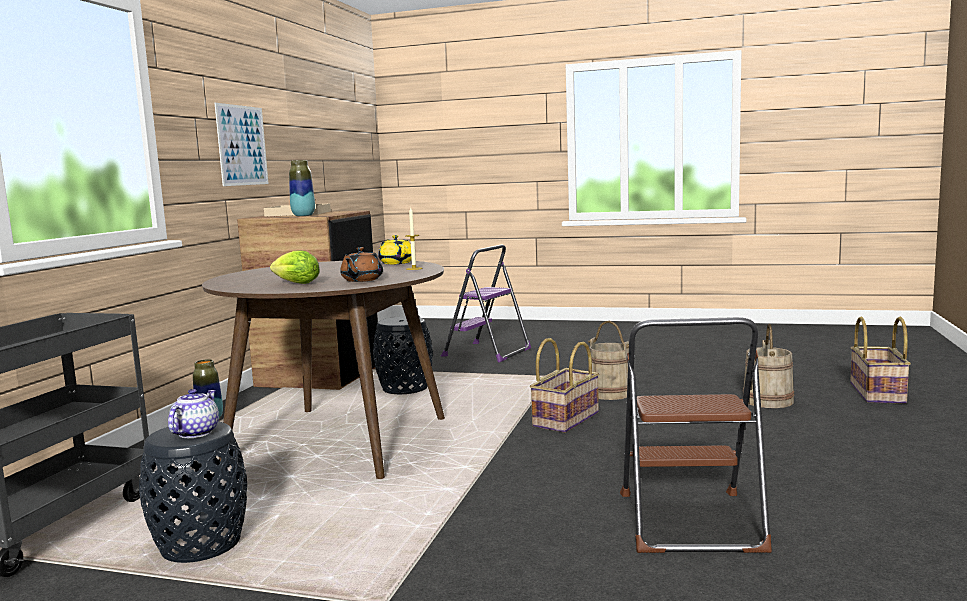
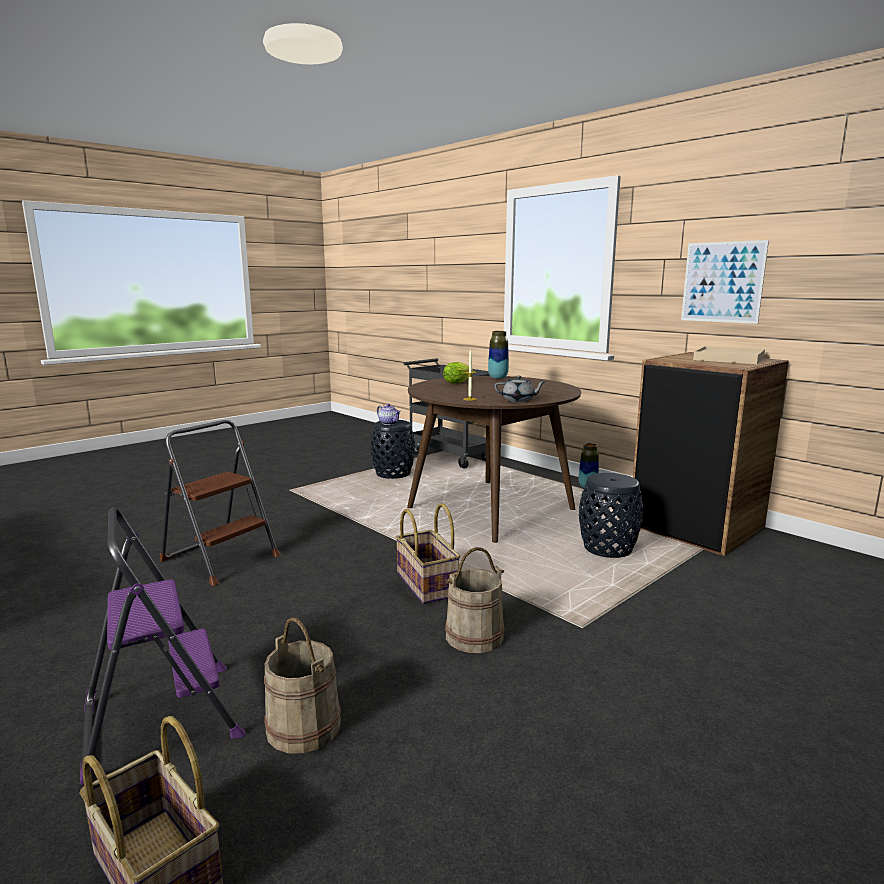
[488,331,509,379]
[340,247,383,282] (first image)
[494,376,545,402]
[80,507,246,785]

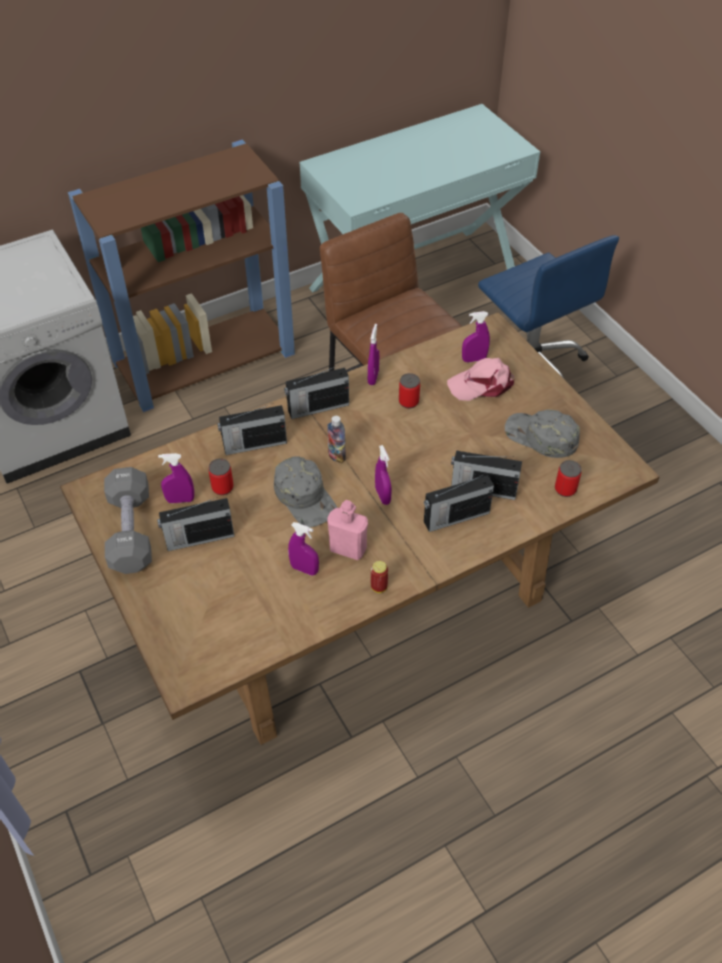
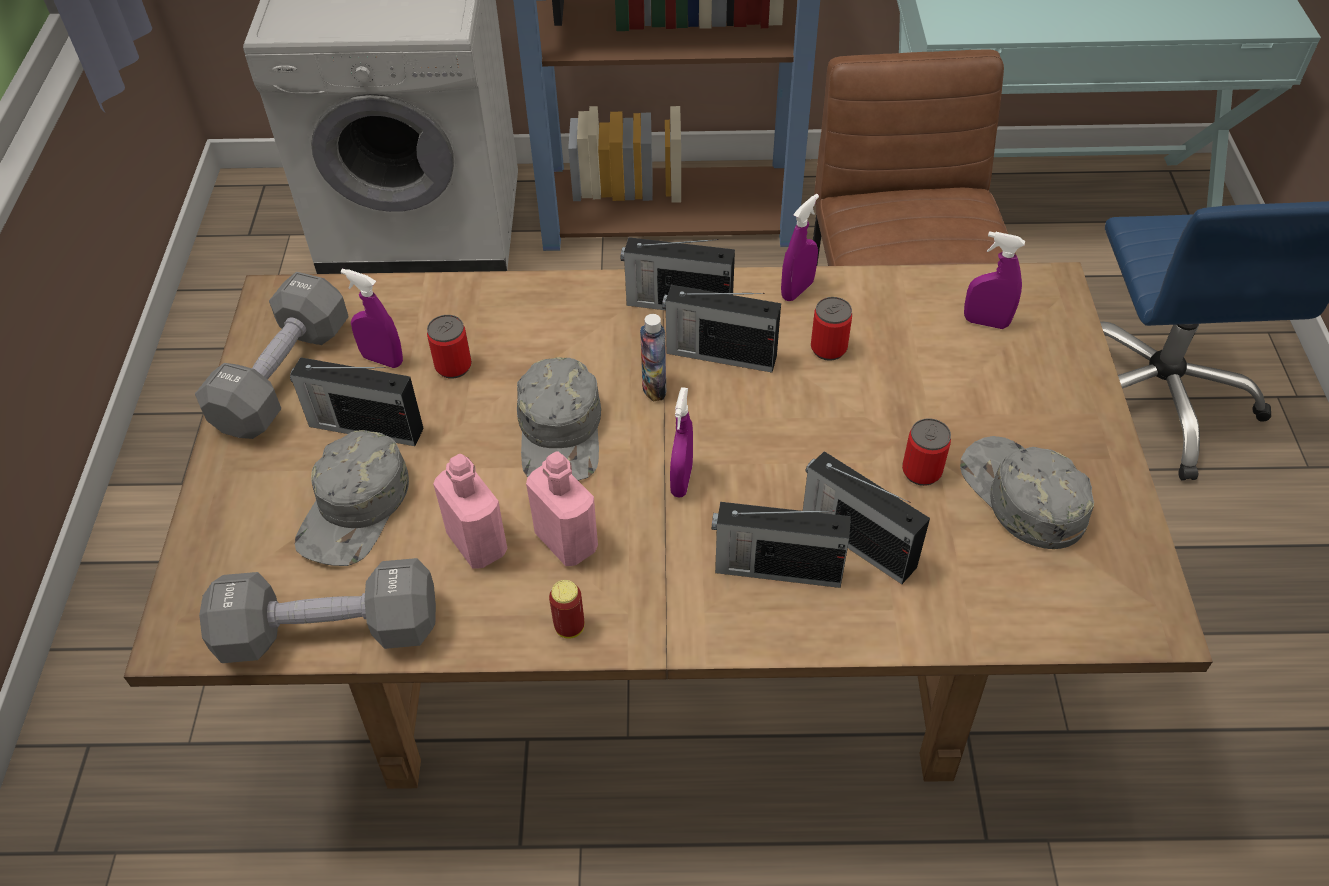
[662,285,781,372]
[433,454,508,569]
[447,358,514,401] (first image)
[902,418,951,486]
[199,558,436,663]
[295,430,409,566]

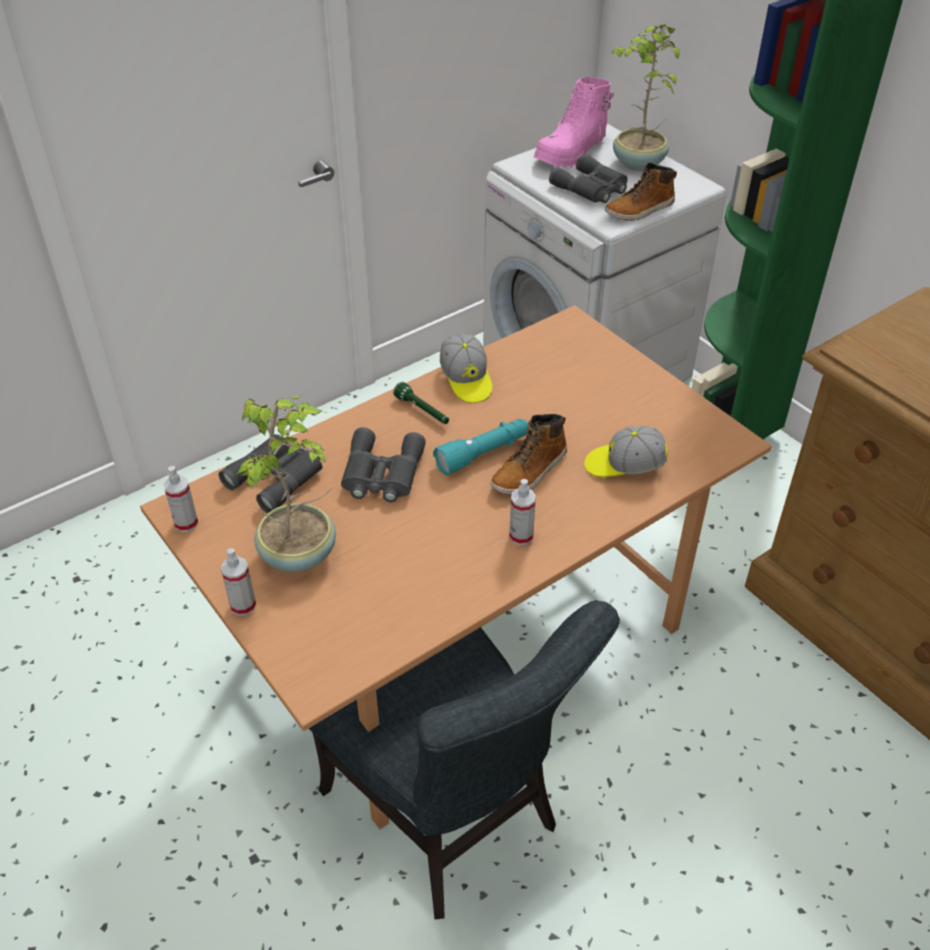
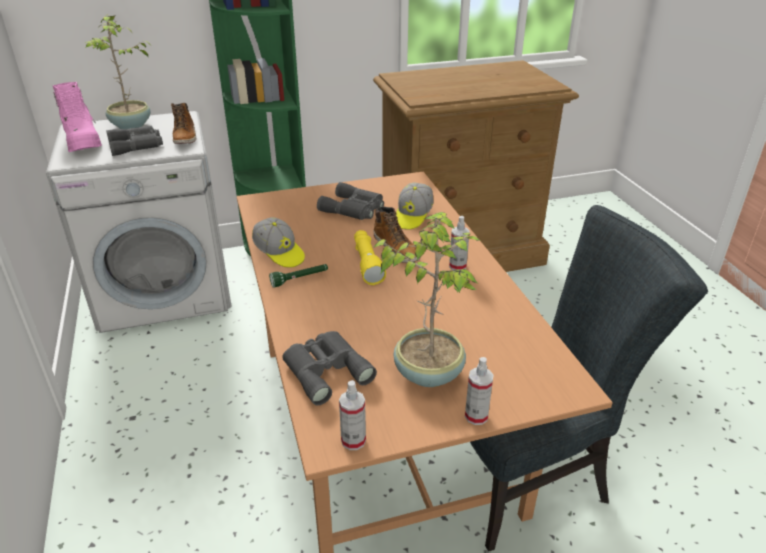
[317,182,384,220]
[354,230,386,285]
[252,217,305,268]

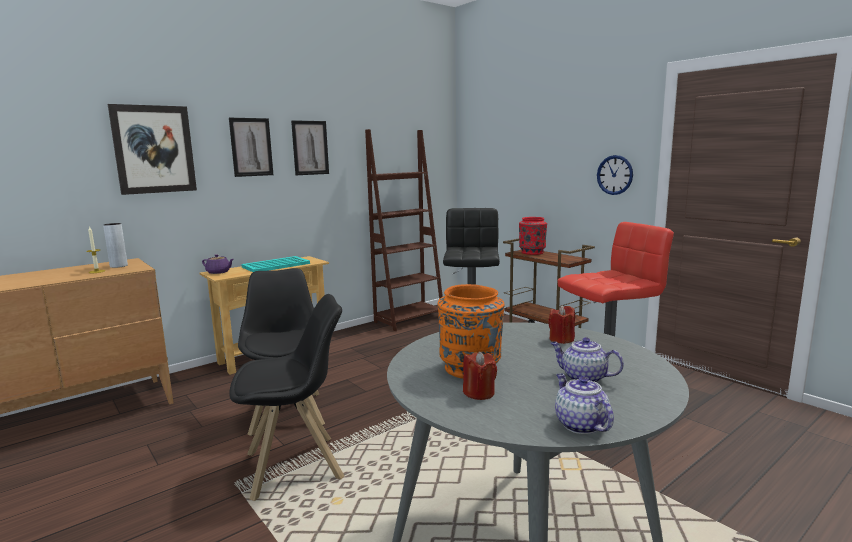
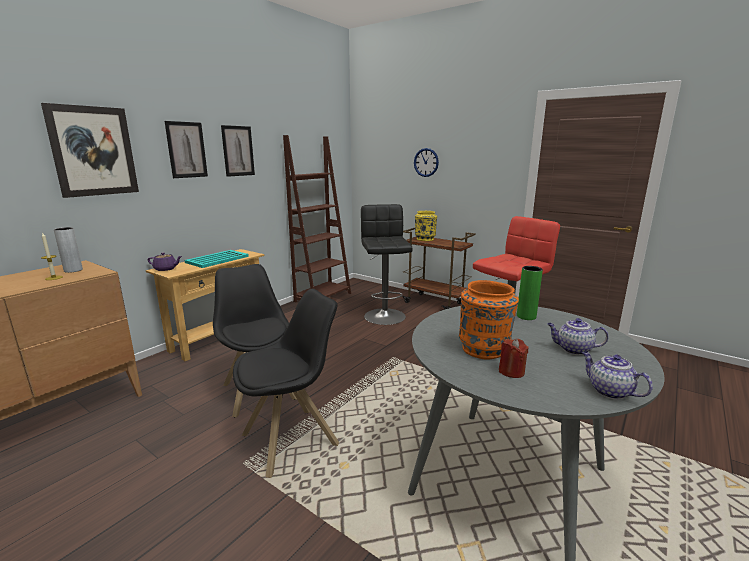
[415,211,437,241]
[517,266,543,320]
[414,148,439,177]

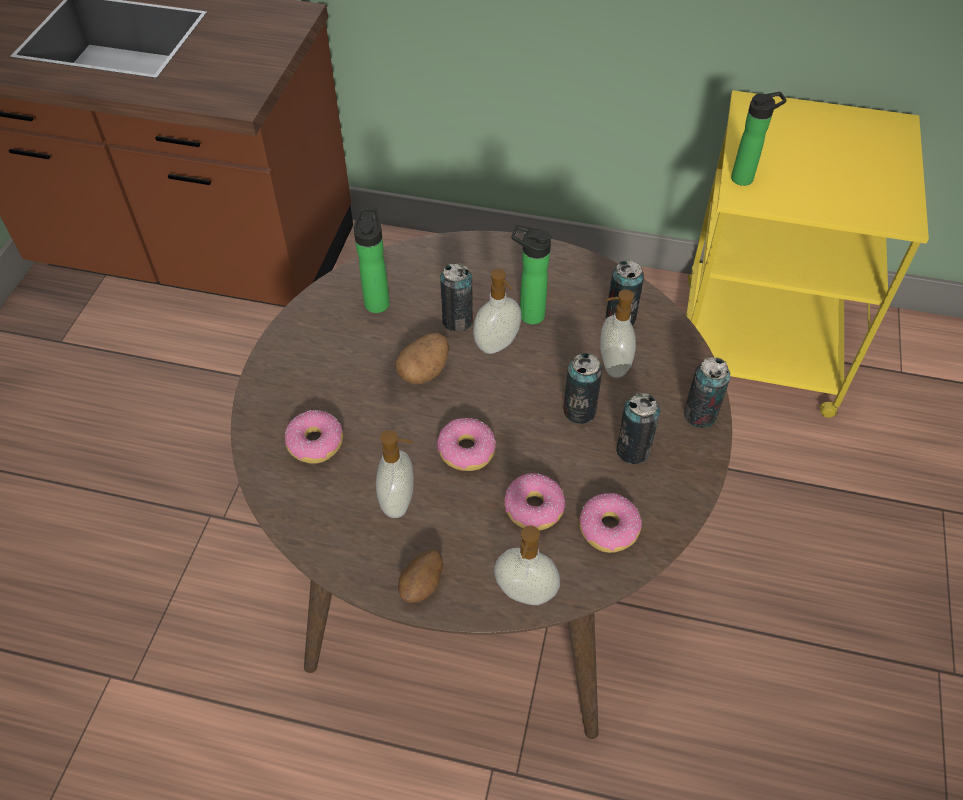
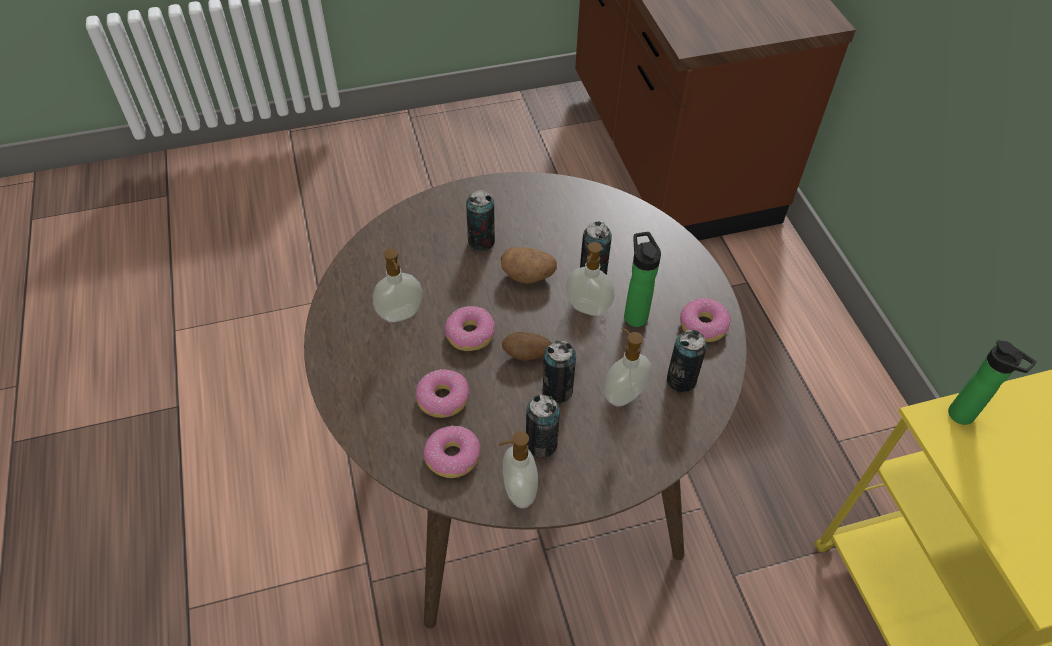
[680,298,731,342]
[354,207,390,313] (first image)
[502,332,552,361]
[499,431,538,508]
[466,190,495,251]

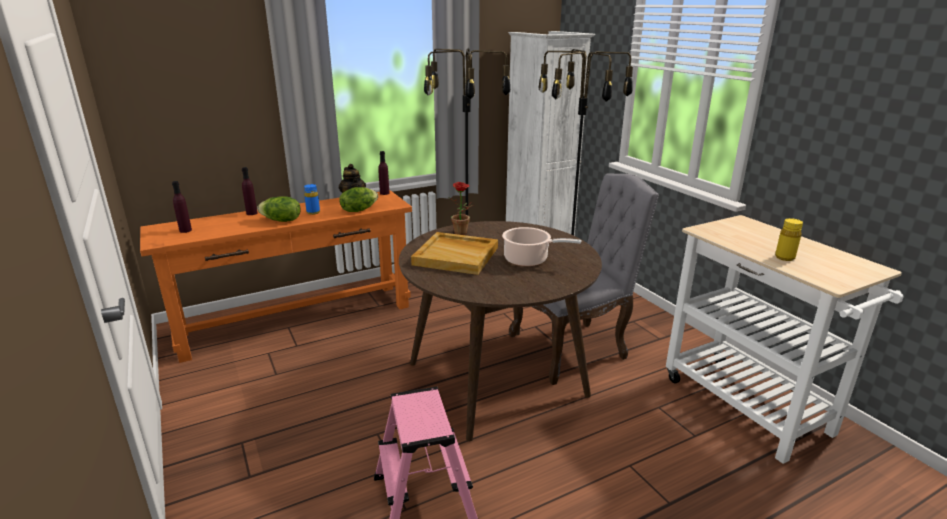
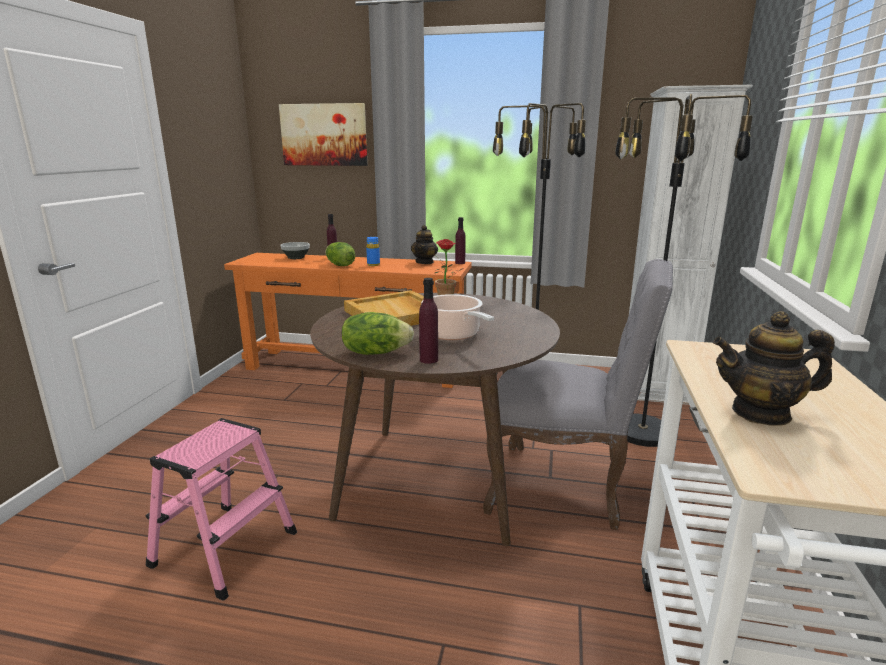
[419,278,438,364]
[342,312,414,355]
[713,311,835,426]
[279,103,368,166]
[281,242,310,259]

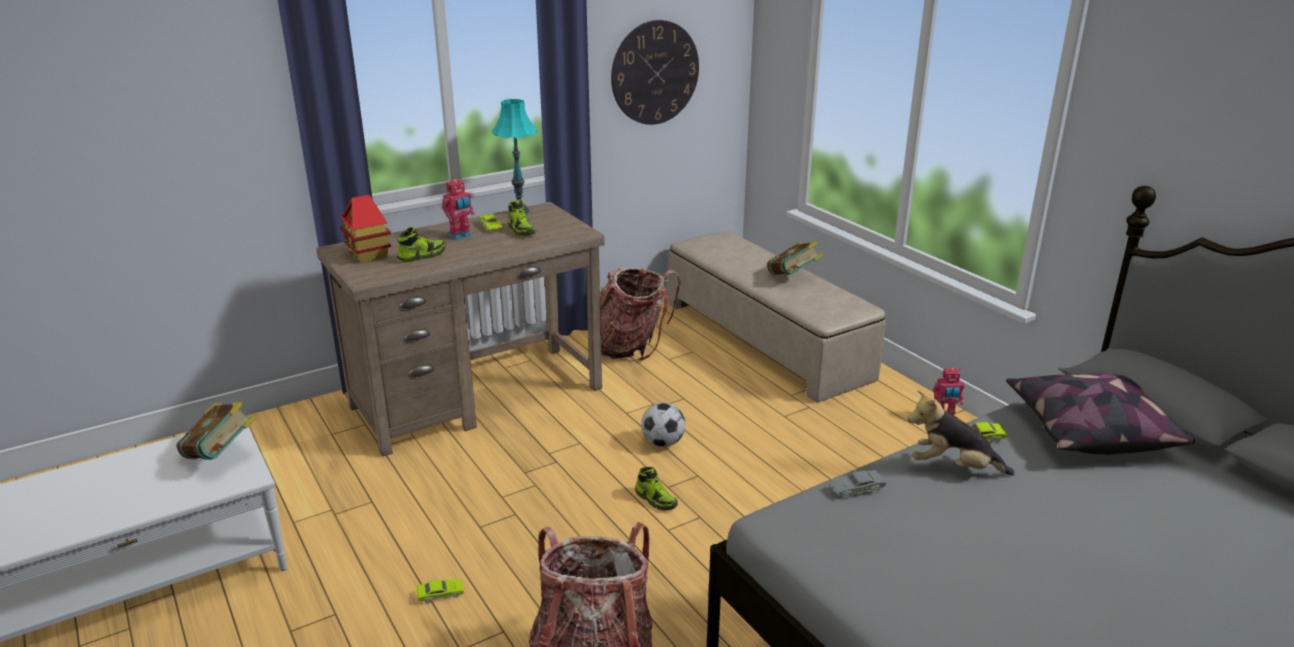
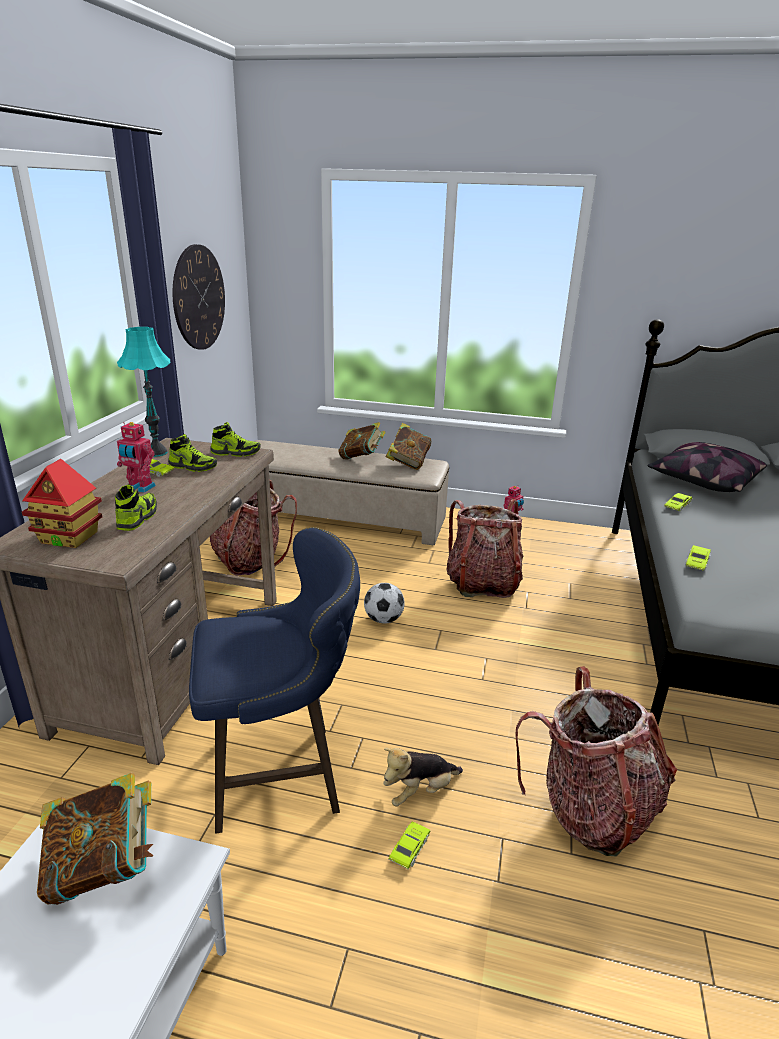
[117,422,156,493]
[210,422,261,457]
[685,545,711,571]
[384,748,463,806]
[189,527,360,834]
[386,423,431,470]
[447,499,523,598]

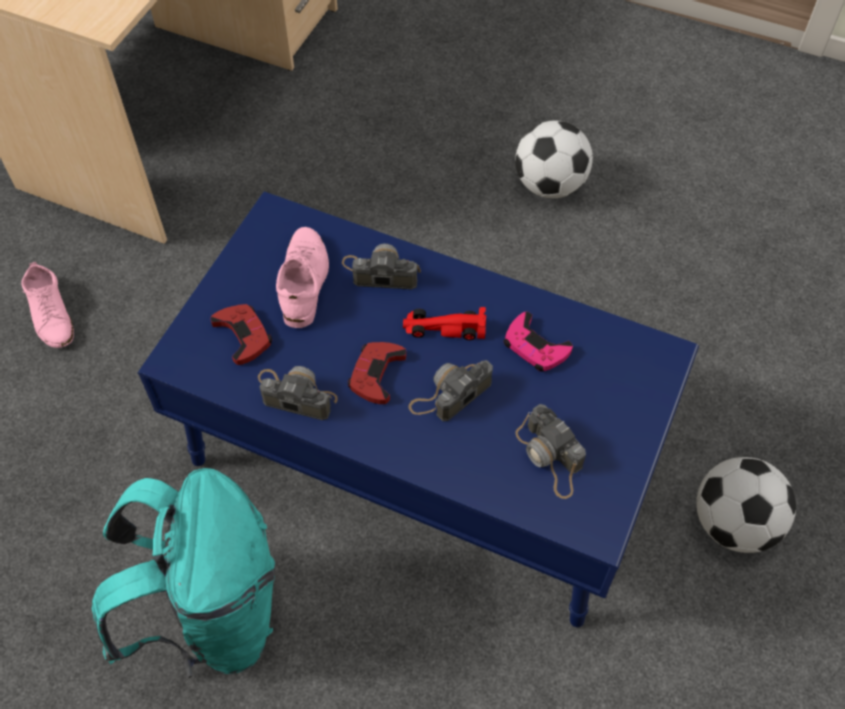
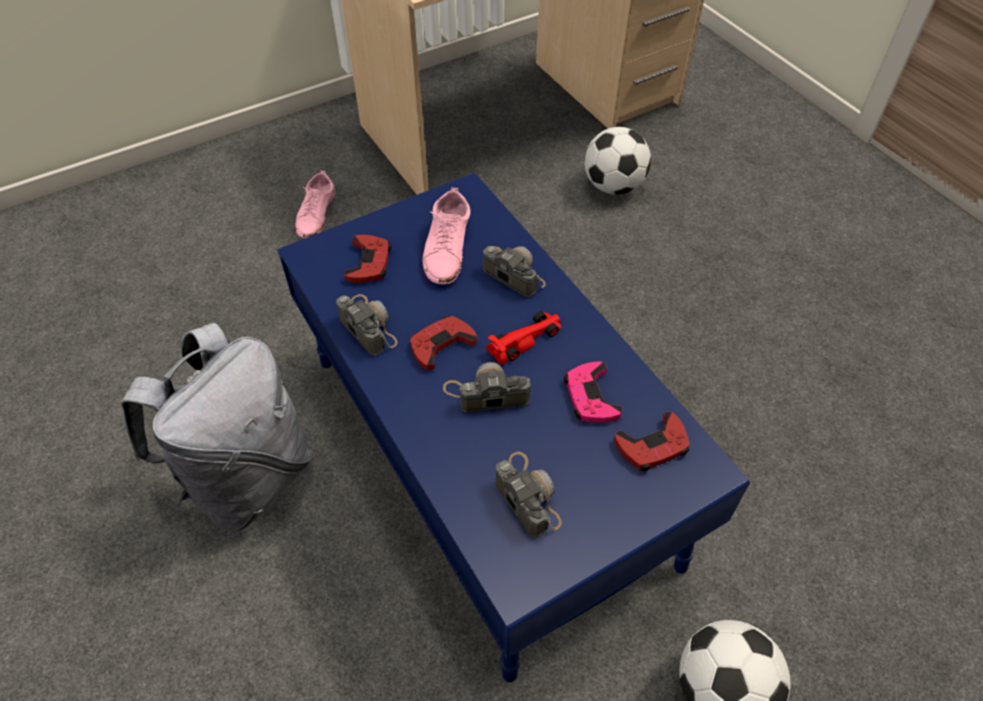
[121,323,311,531]
[423,188,470,284]
[486,311,562,365]
[584,127,651,195]
[495,452,562,539]
[614,412,689,471]

